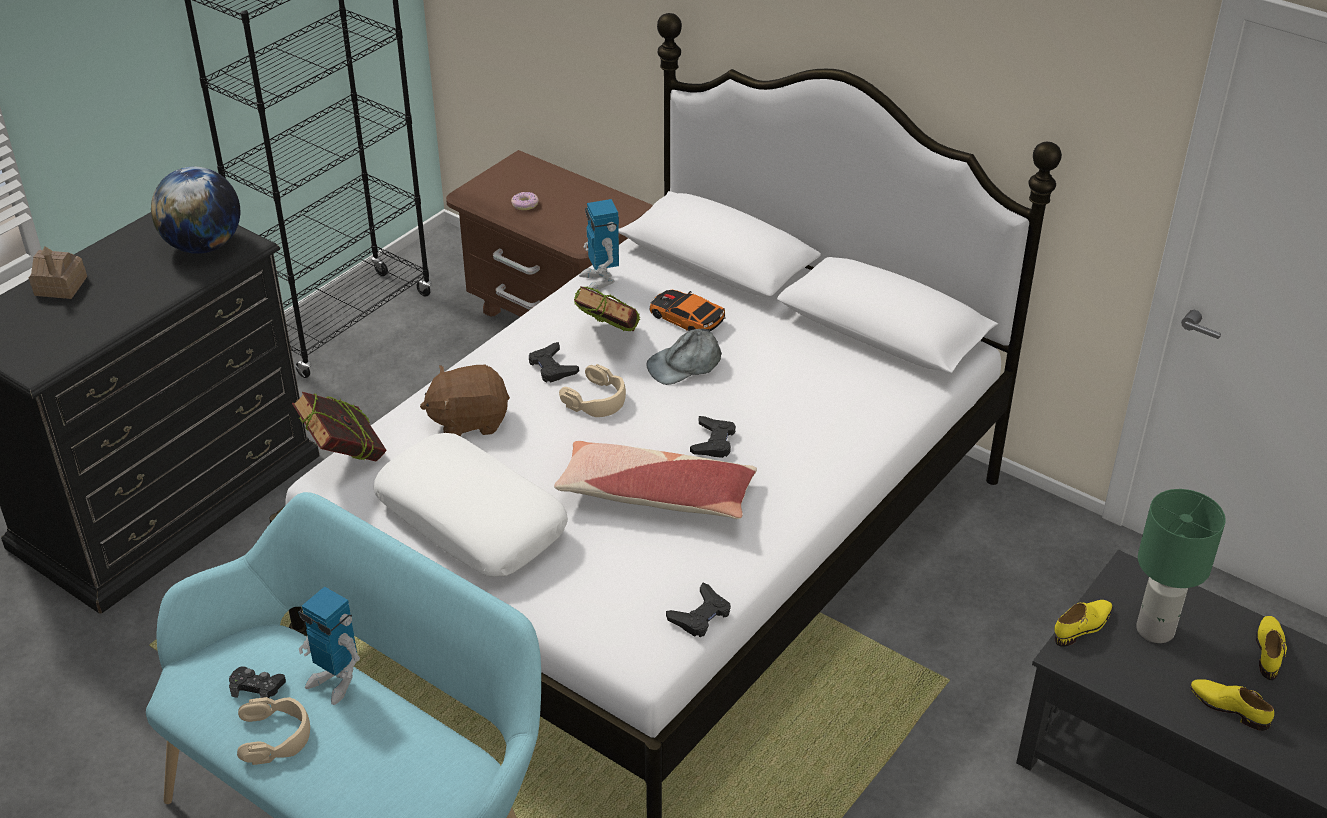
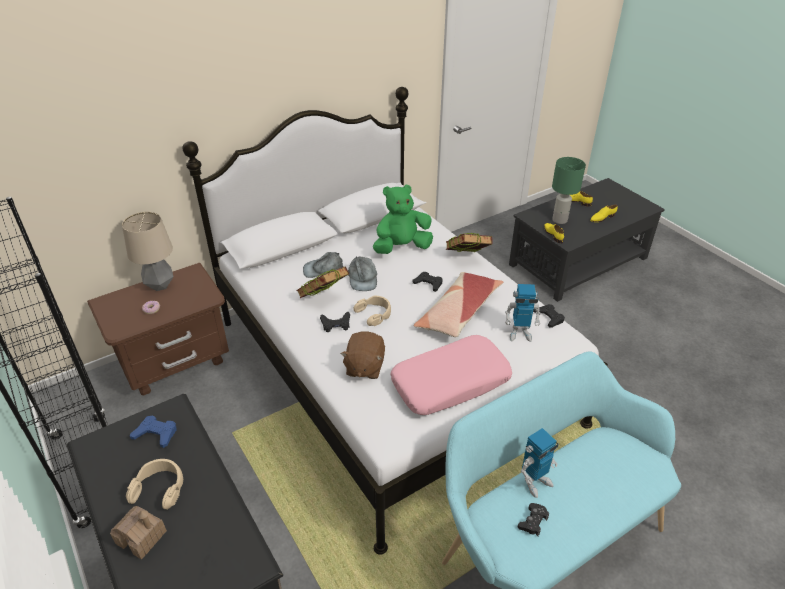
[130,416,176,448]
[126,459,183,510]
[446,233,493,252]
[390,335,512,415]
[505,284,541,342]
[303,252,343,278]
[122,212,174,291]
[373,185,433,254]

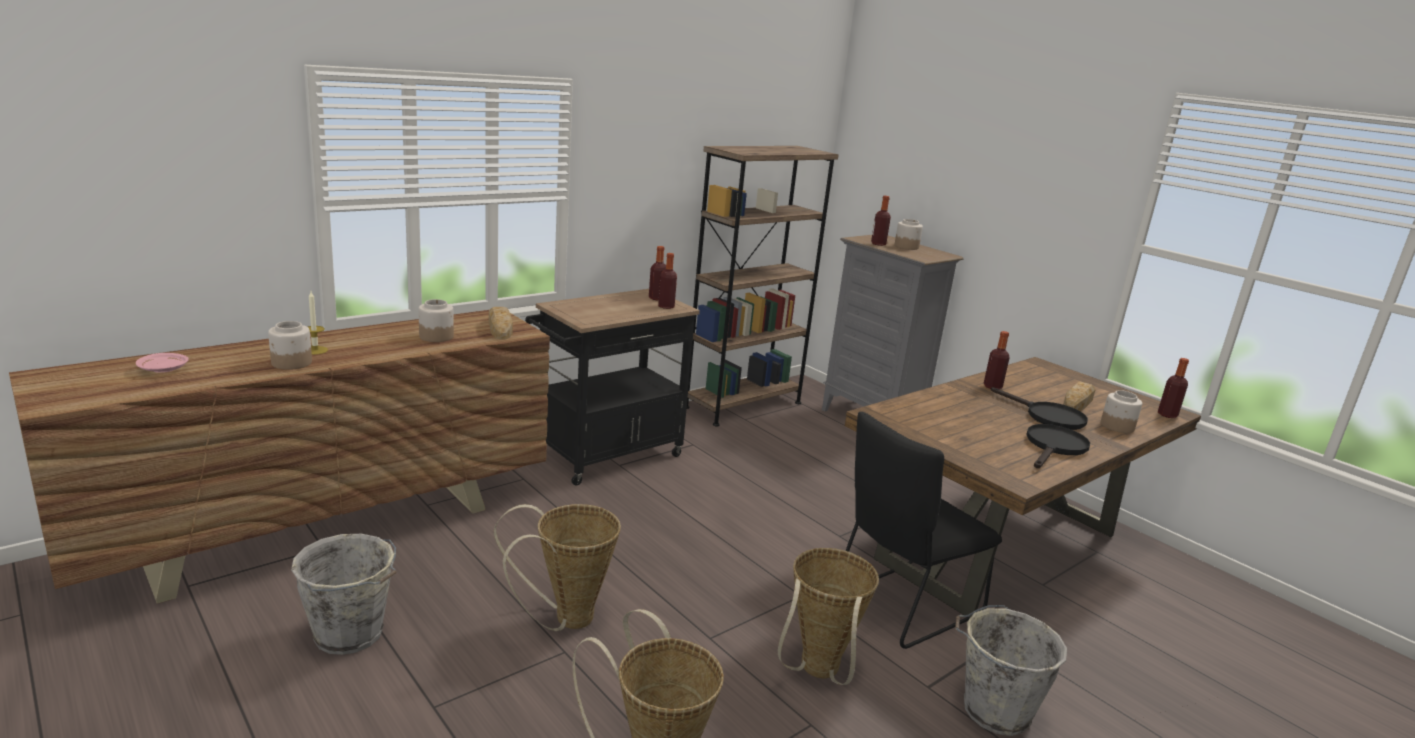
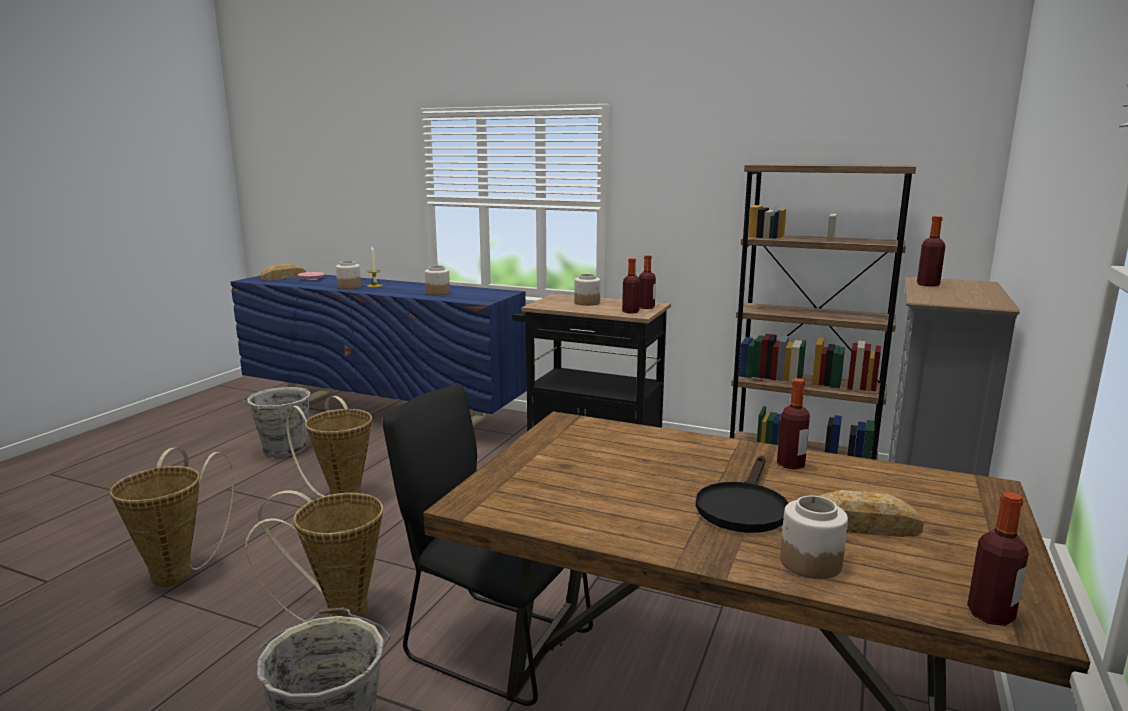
[230,275,527,426]
[260,264,306,280]
[574,274,600,306]
[1026,424,1090,468] (first image)

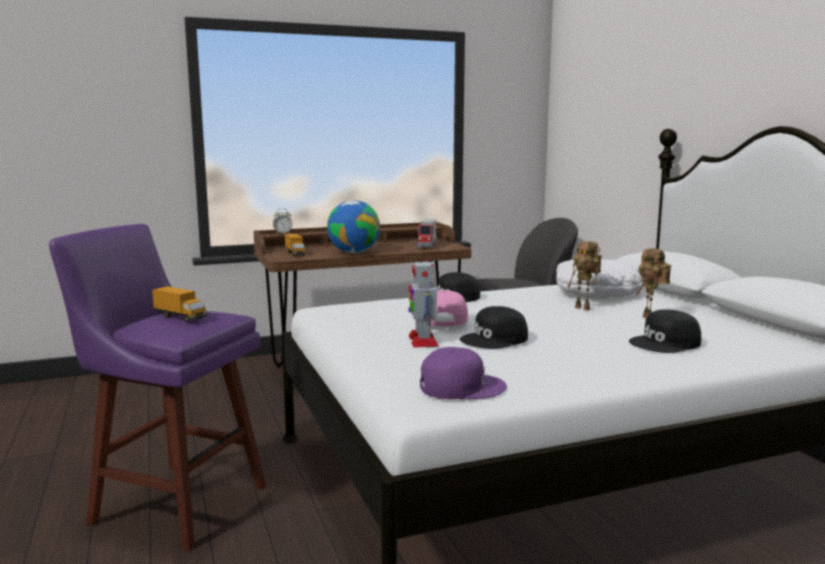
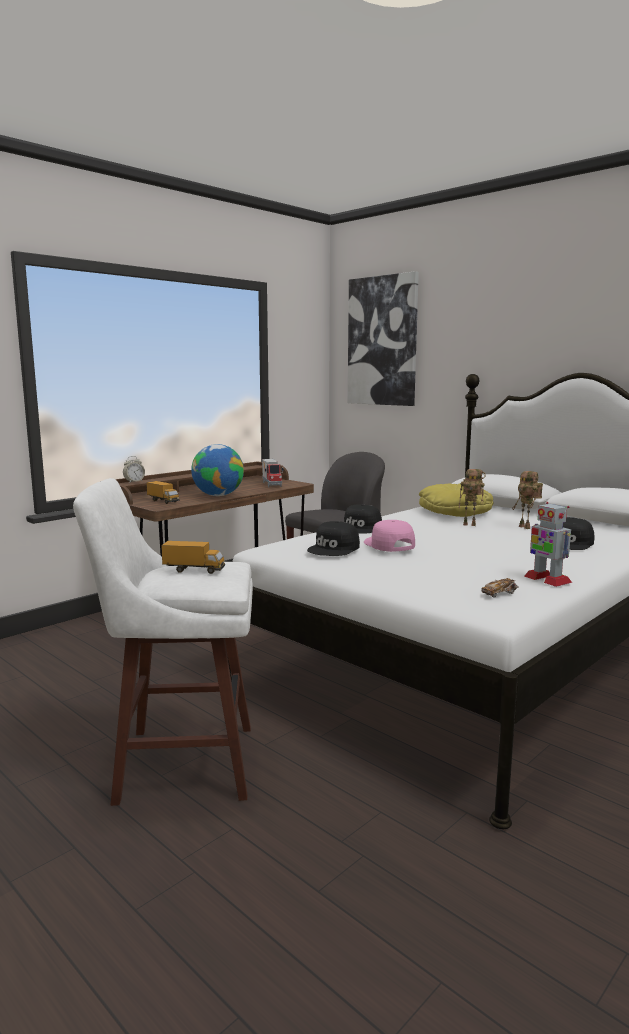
[73,478,253,806]
[524,502,572,587]
[481,578,519,598]
[307,521,360,556]
[419,484,493,517]
[348,271,419,406]

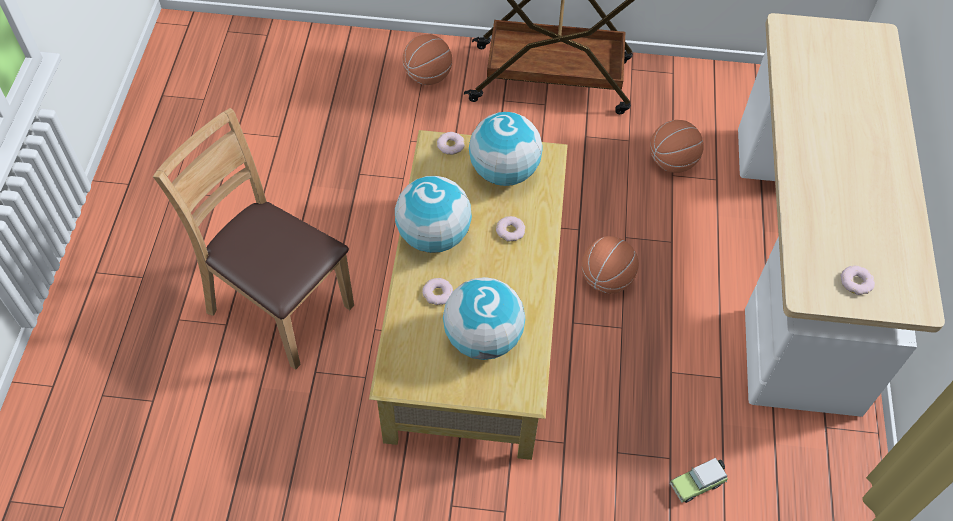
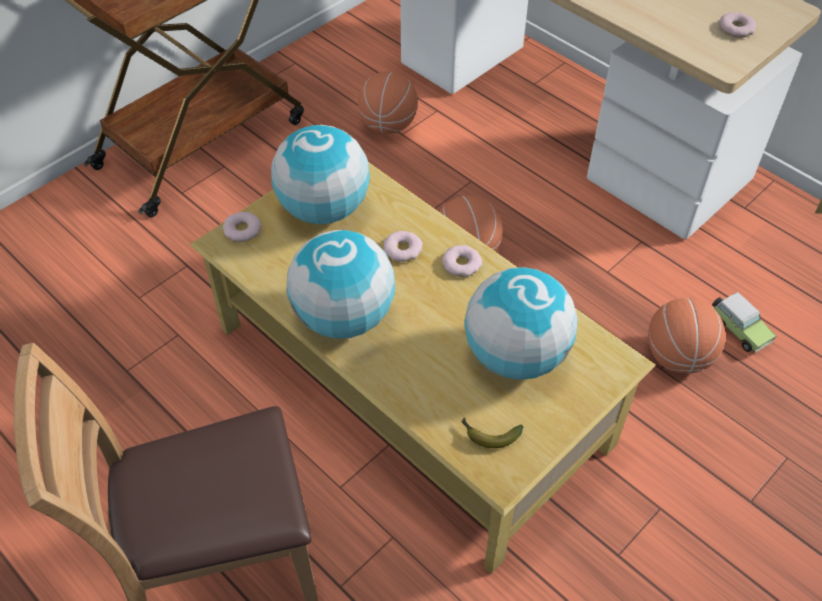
[648,298,725,374]
[442,245,482,277]
[712,292,776,353]
[461,418,523,448]

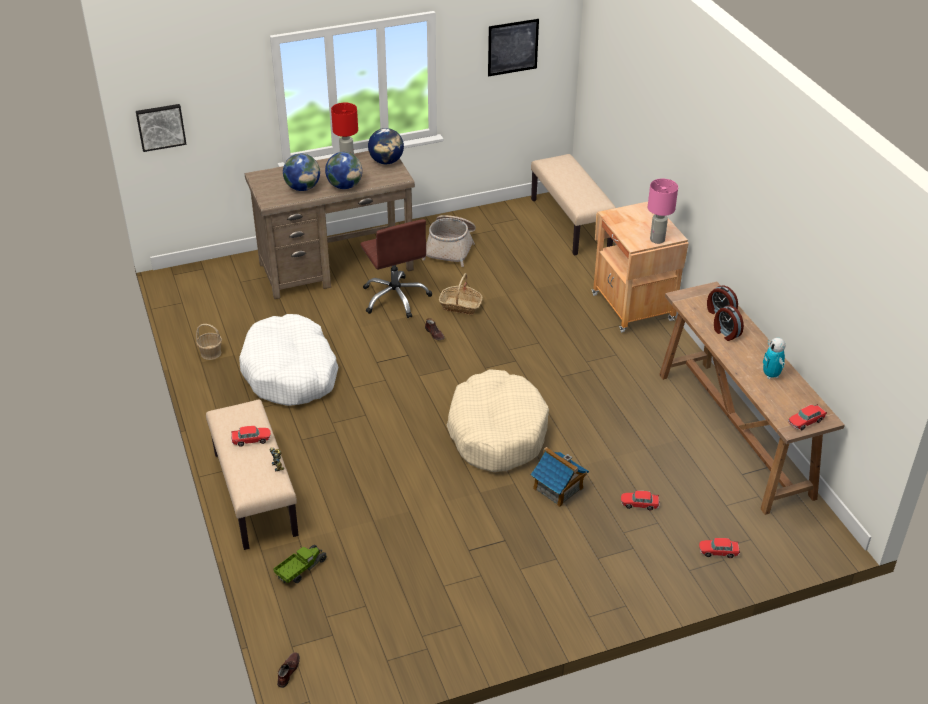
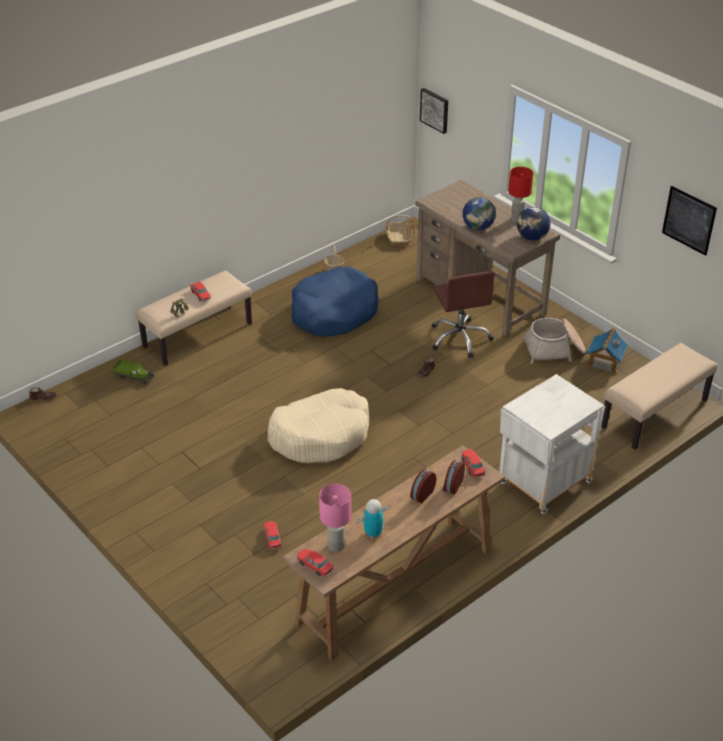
[292,267,379,337]
[283,154,320,191] (first image)
[432,271,495,358]
[385,215,414,246]
[586,327,628,374]
[499,374,605,515]
[319,484,351,552]
[461,450,485,477]

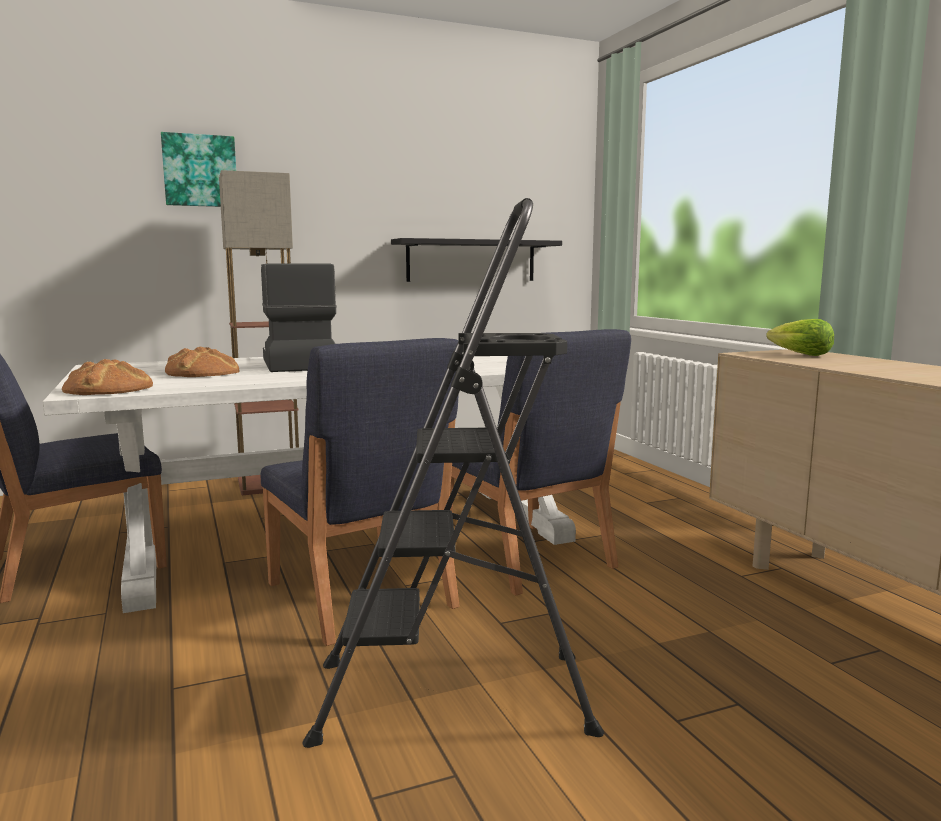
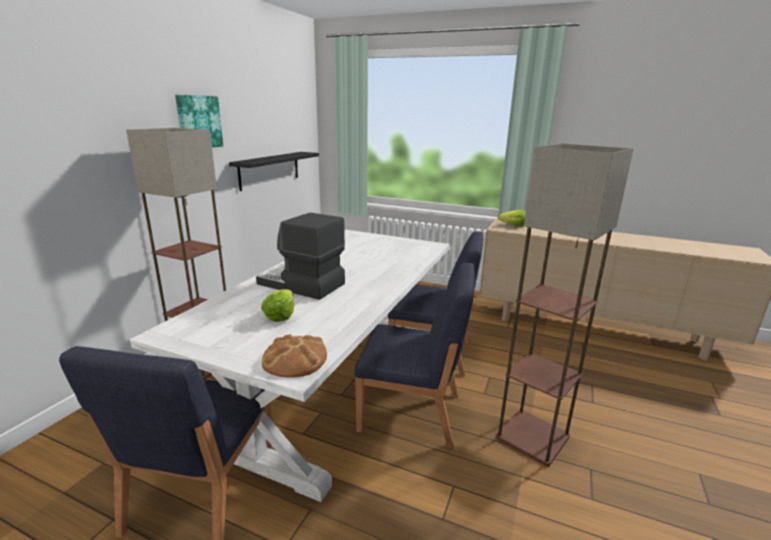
[175,95,223,148]
[261,289,294,322]
[496,144,633,467]

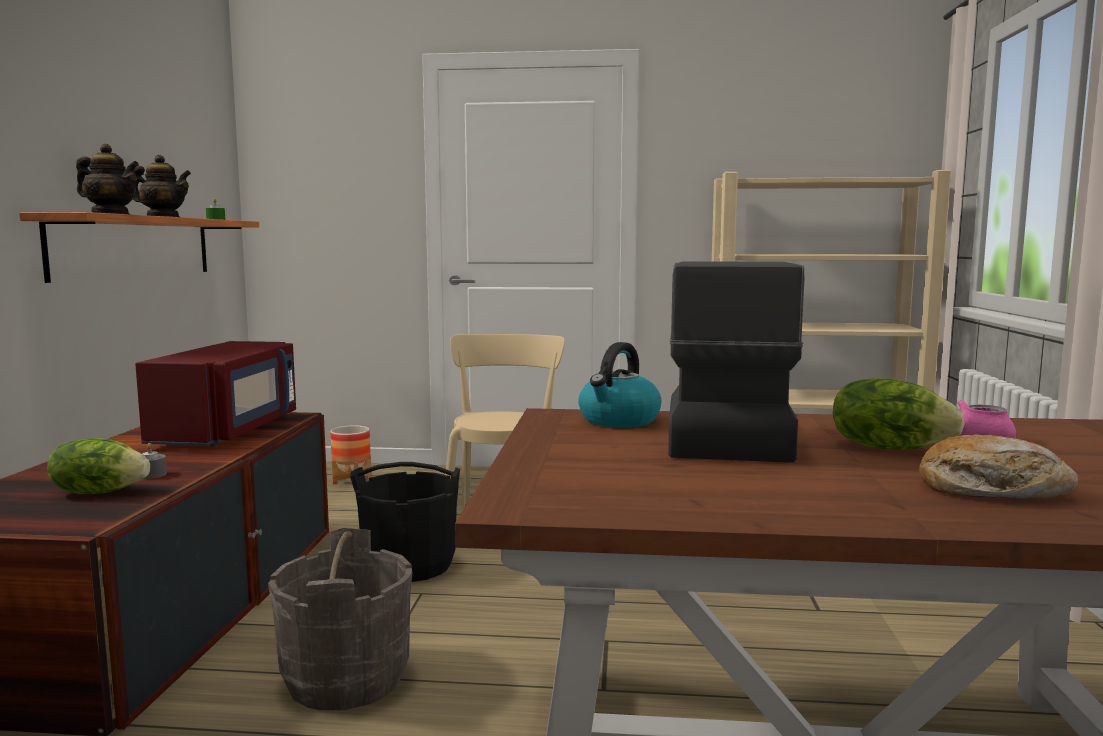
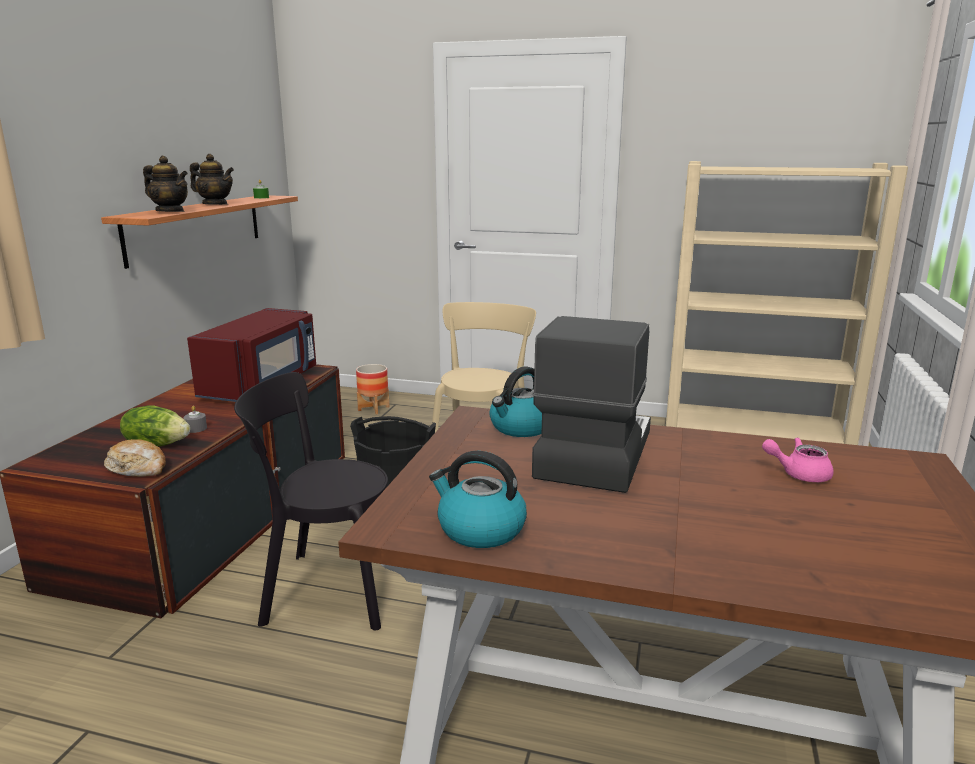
[234,372,388,631]
[833,378,965,450] (first image)
[104,439,166,477]
[429,451,527,548]

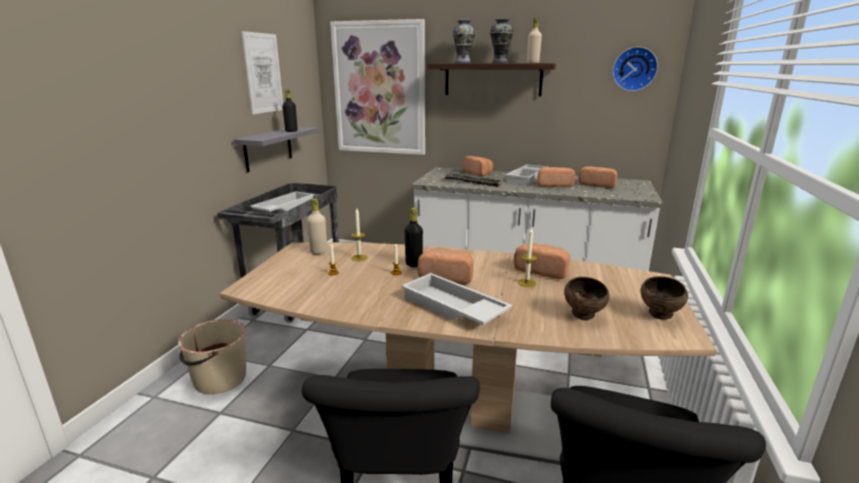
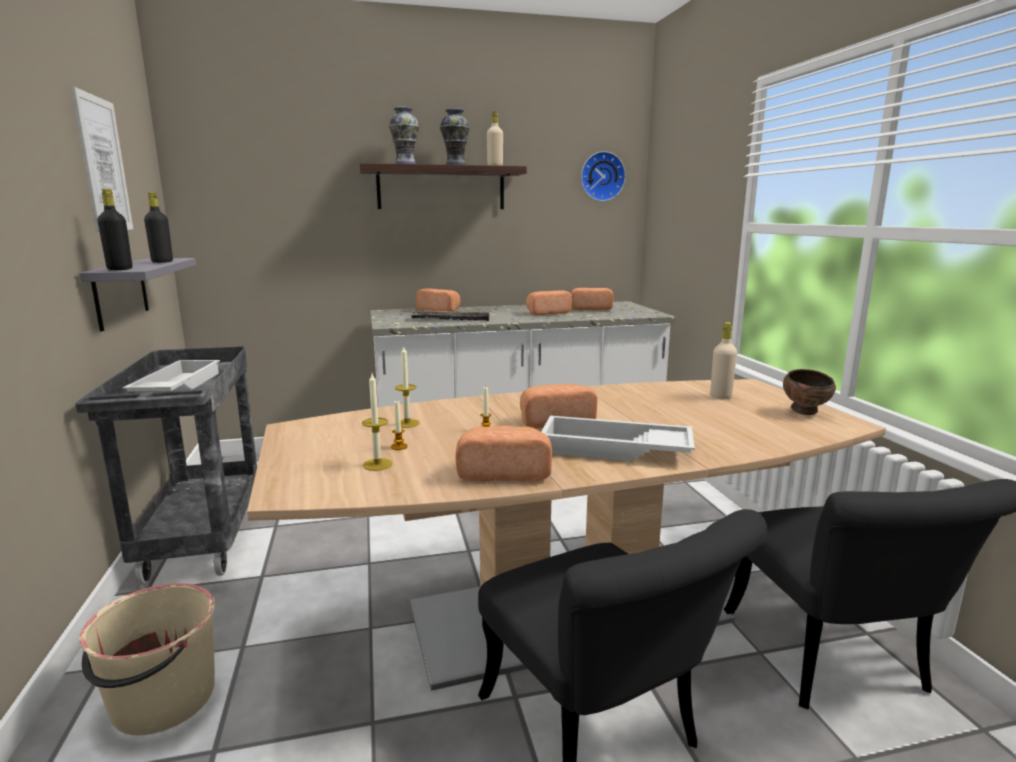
[710,322,737,399]
[330,19,425,155] (first image)
[98,189,132,270]
[505,164,548,185] (first image)
[455,426,552,482]
[362,374,393,471]
[564,277,610,320] (first image)

